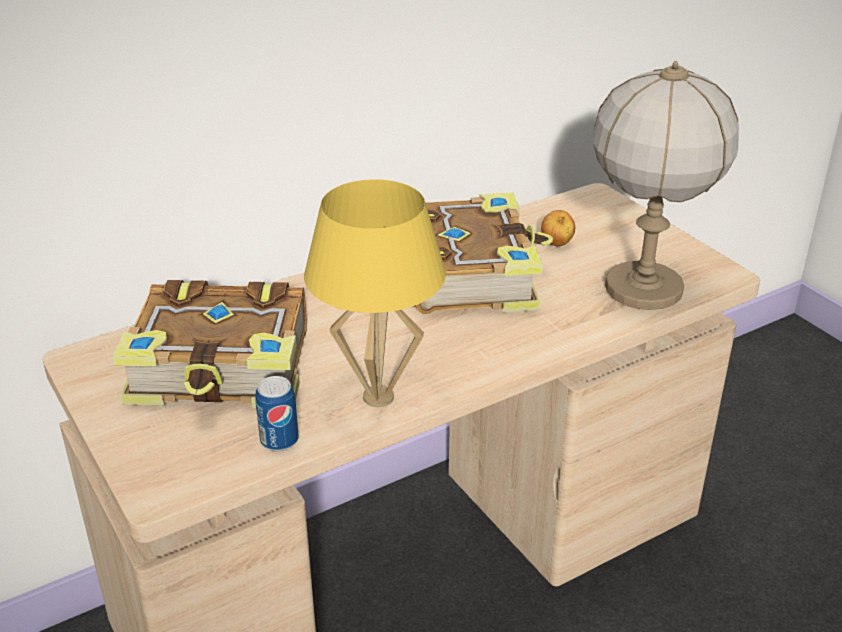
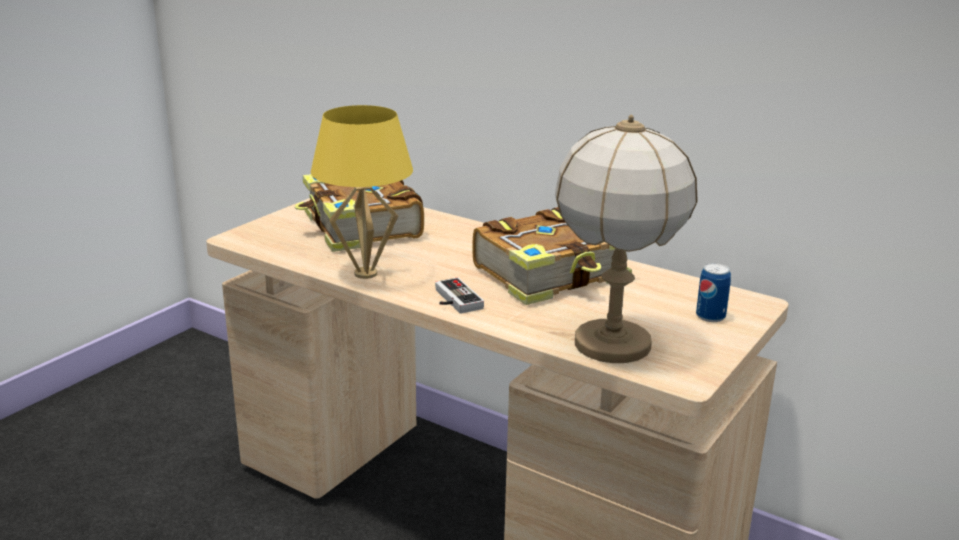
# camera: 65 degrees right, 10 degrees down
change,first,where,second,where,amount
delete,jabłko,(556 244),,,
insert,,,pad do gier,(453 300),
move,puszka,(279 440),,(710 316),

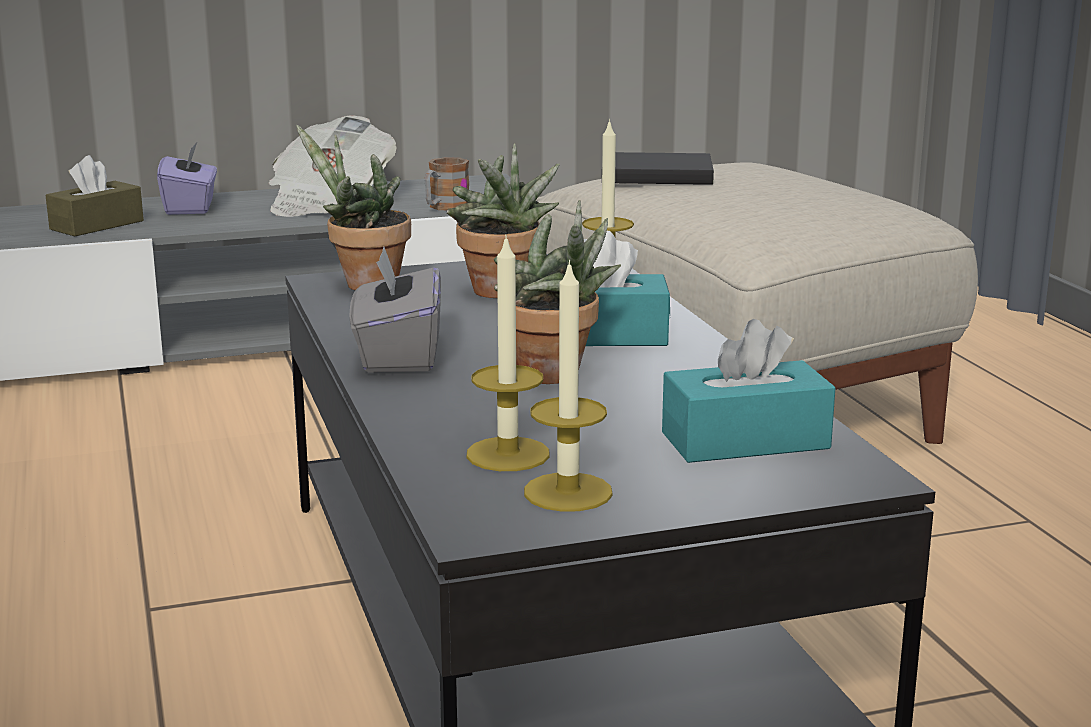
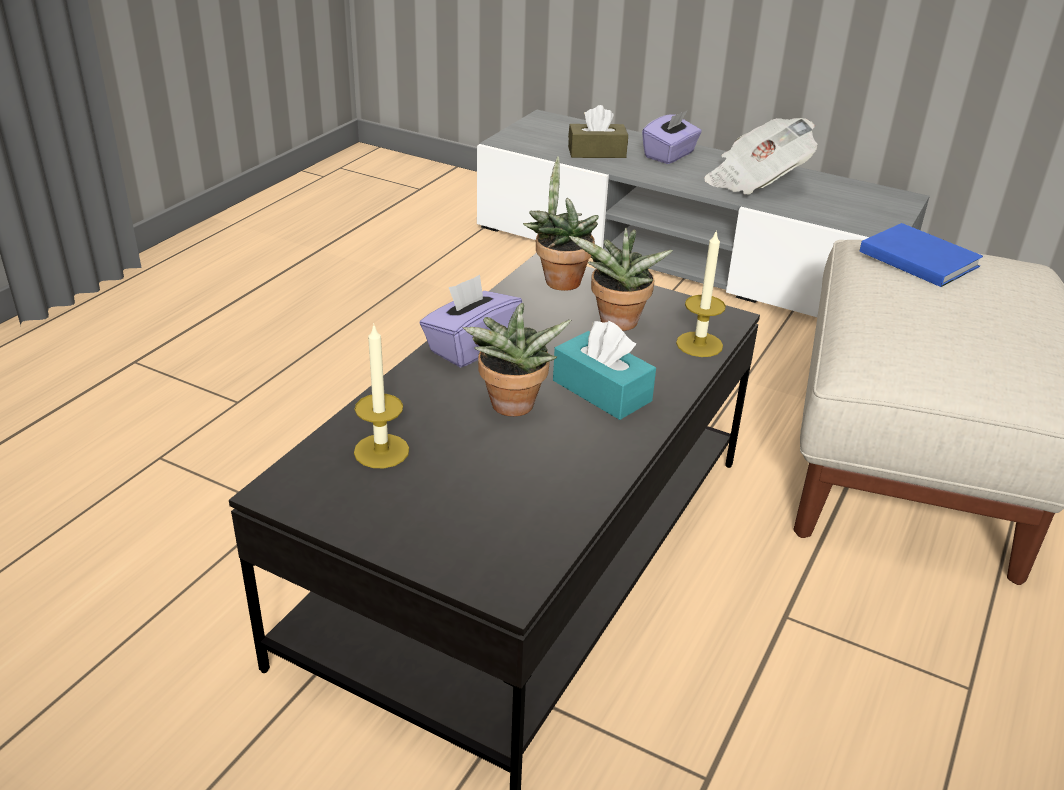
# camera: 45 degrees right, 15 degrees up
change,first,where,second,where,amount
delete,kubek,(444 207),,,
delete,świeca,(568 492),,,
delete,pudełko chusteczek (turkusowy),(745 441),,,
recolor,pudełko chusteczek (szary),(398 355),pudełko chusteczek (fioletowy),(470 347),
recolor,książka (czarny),(653 174),książka (niebieski),(917 257),

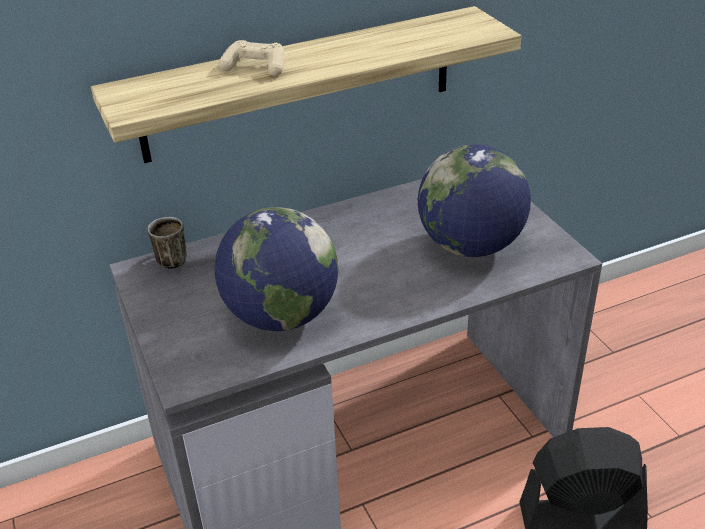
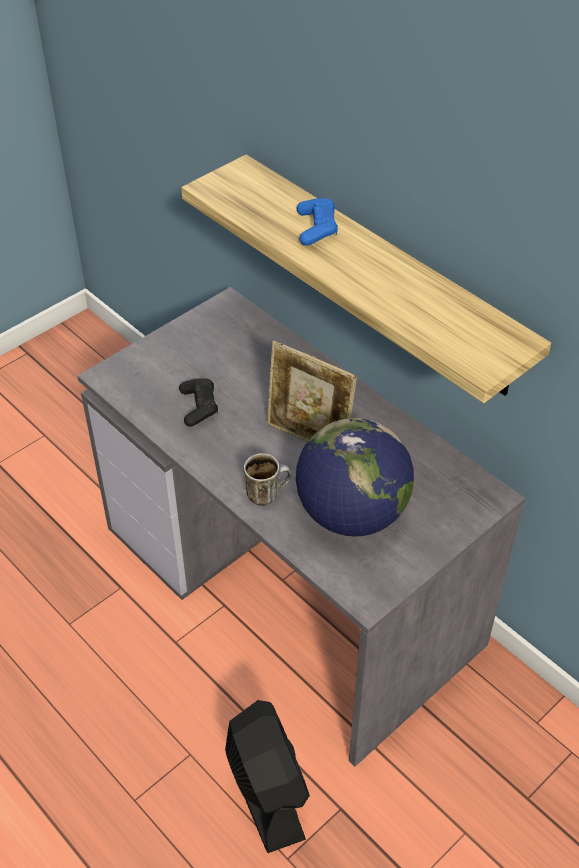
# camera: 70 degrees right, 10 degrees up
change,first,where,second,where,amount
insert,,,ramka na zdjęcie,(308 438),
move,kubek,(172 258),,(267 493),
replace,globus,(281 316),pad do gier (czarny),(199 407),
recolor,pad do gier (beżowy),(255 67),pad do gier (niebieski),(316 228),

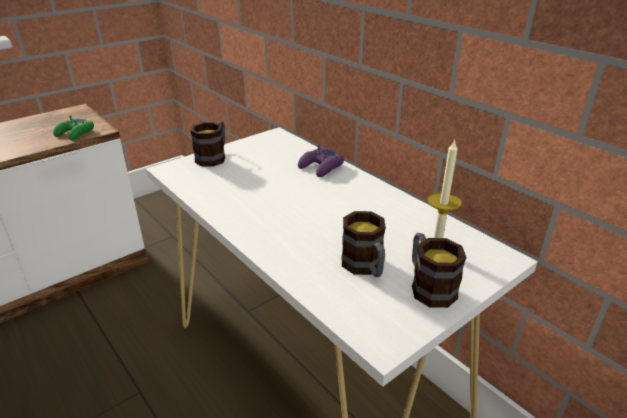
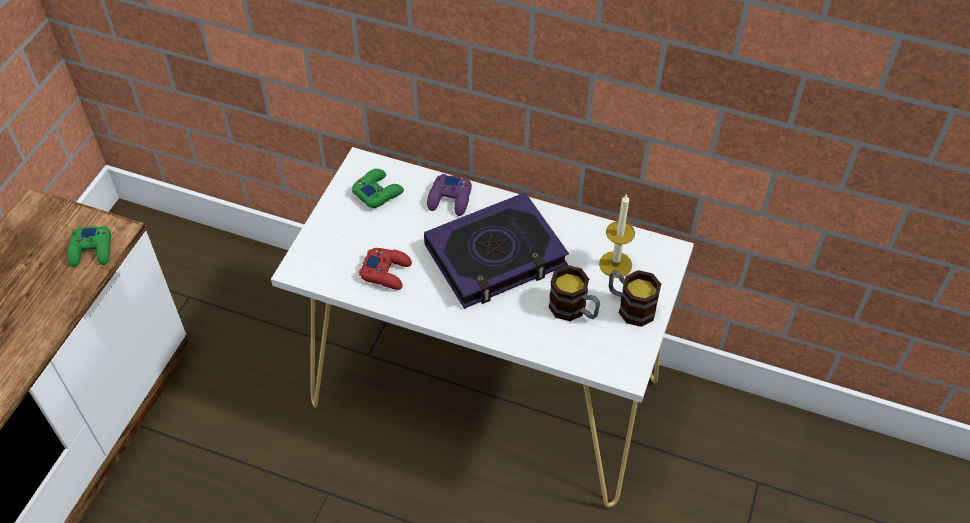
# camera: 30 degrees left, 20 degrees up
change,first,where,second,where,amount
delete,kubek,(214 157),,,
insert,,,pad do gier (zielony),(378 192),
insert,,,pad do gier (czerwony),(386 272),
insert,,,książka,(496 256),

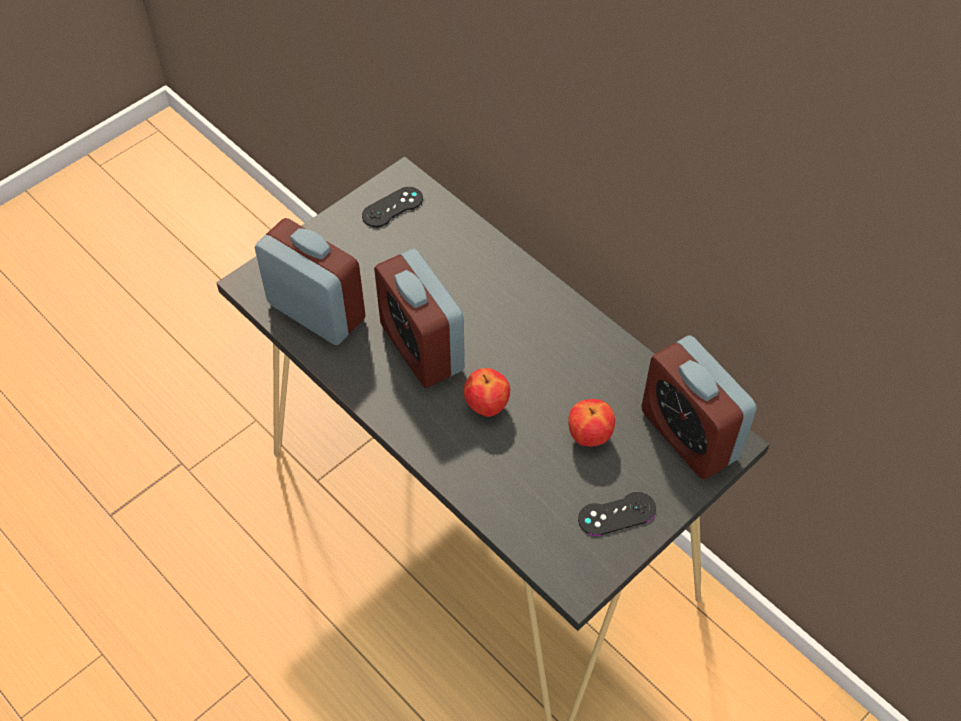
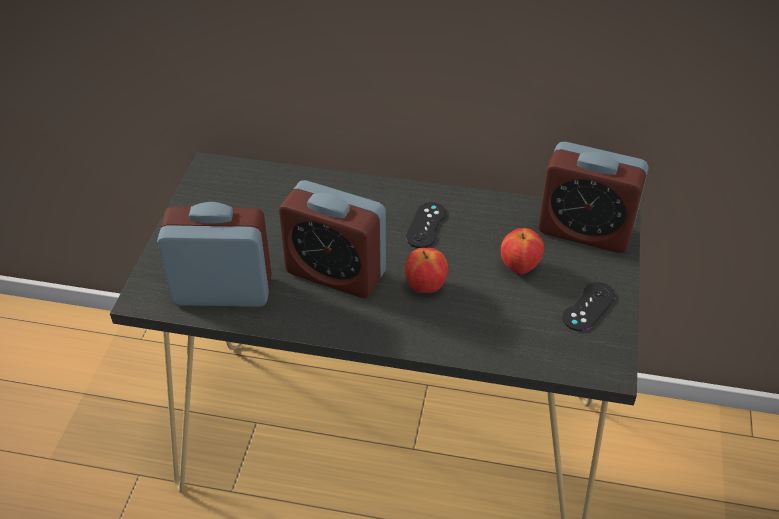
# camera: 35 degrees left, 10 degrees down
change,first,where,second,where,amount
move,pad do gier (czarny),(392 207),,(426 225),

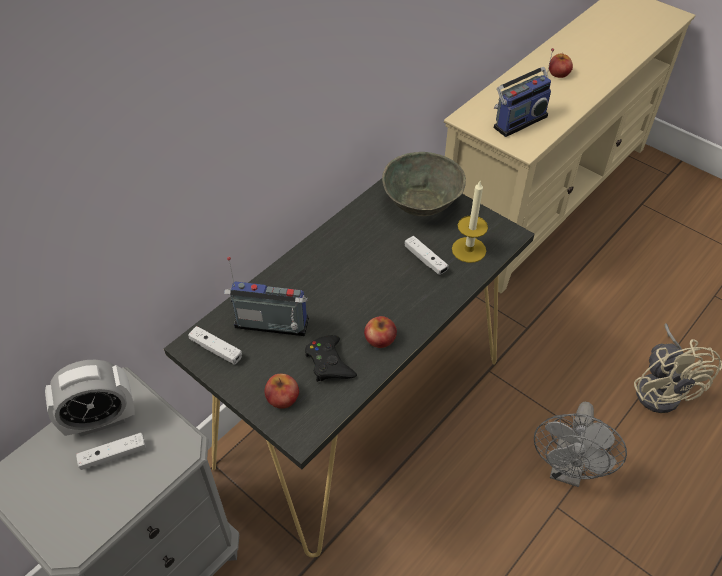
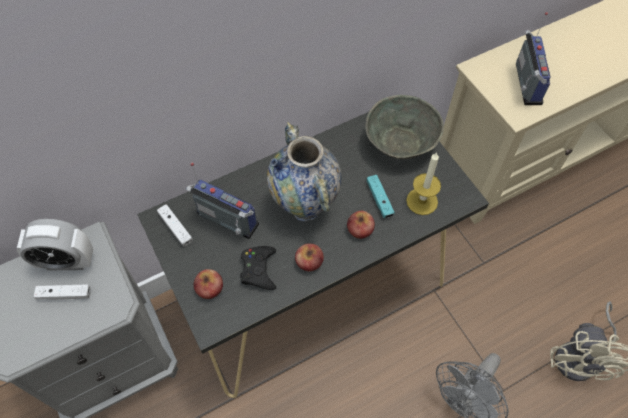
# camera: 20 degrees right, 10 degrees up
change,first,where,second,where,amount
insert,,,wazon,(305 206),
move,jabłko,(558 73),,(360 229),
recolor,pad do gier (biały),(425 260),pad do gier (turkusowy),(379 199),
rotate,radio,(518 120),,(525 84),75 degrees counterclockwise

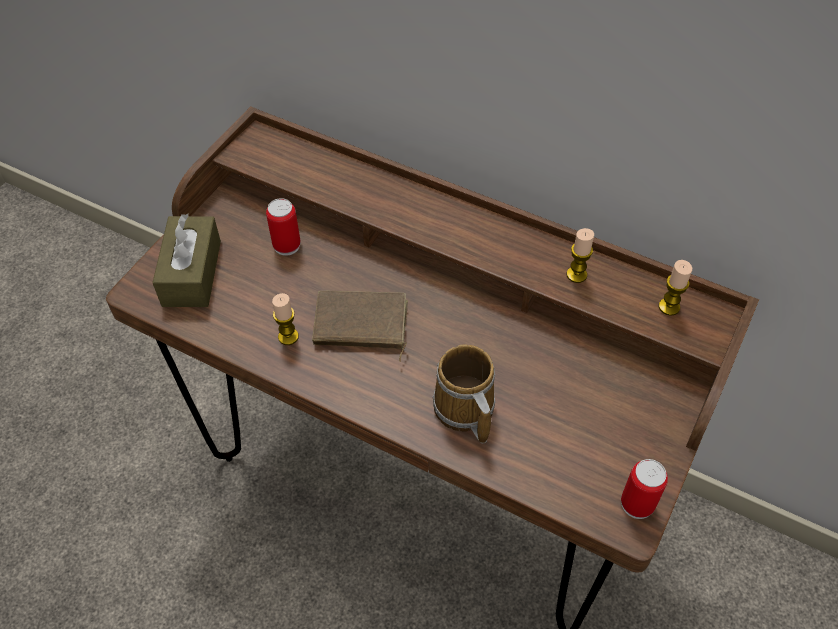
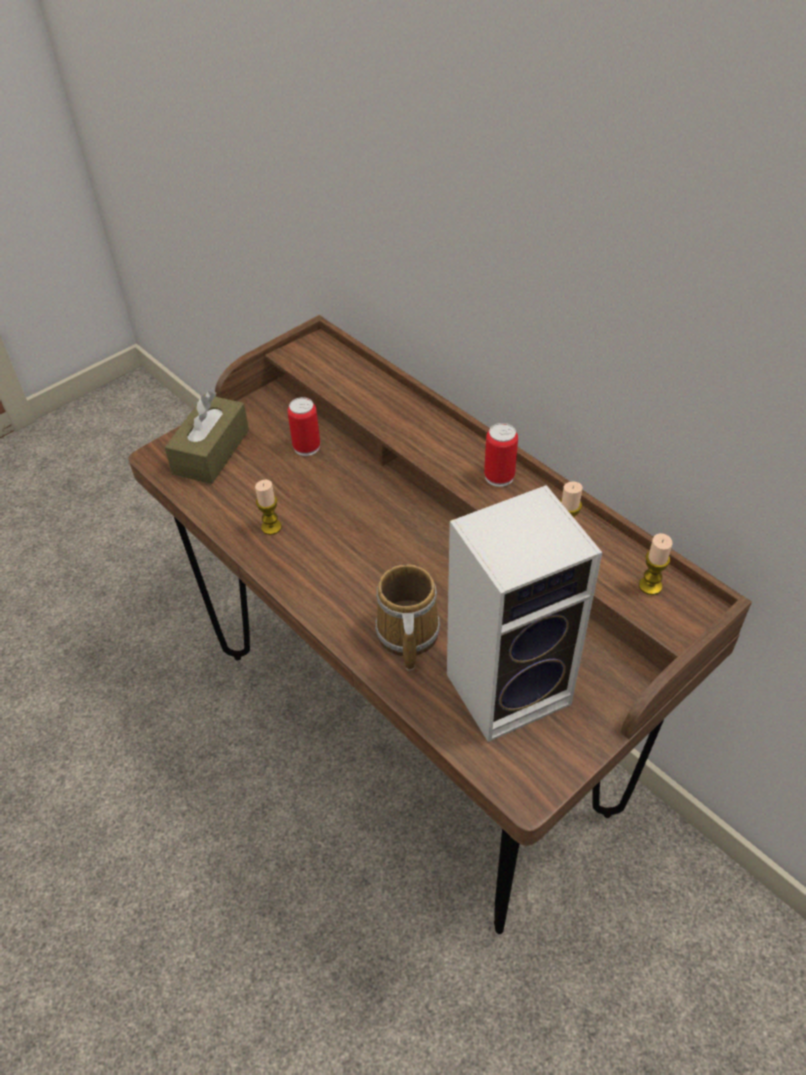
# camera: 20 degrees right, 5 degrees down
change,first,where,second,where,amount
delete,książka (brązowy),(360 326),,,
insert,,,głośnik,(511 685),
move,puszka,(637 504),,(499 476),

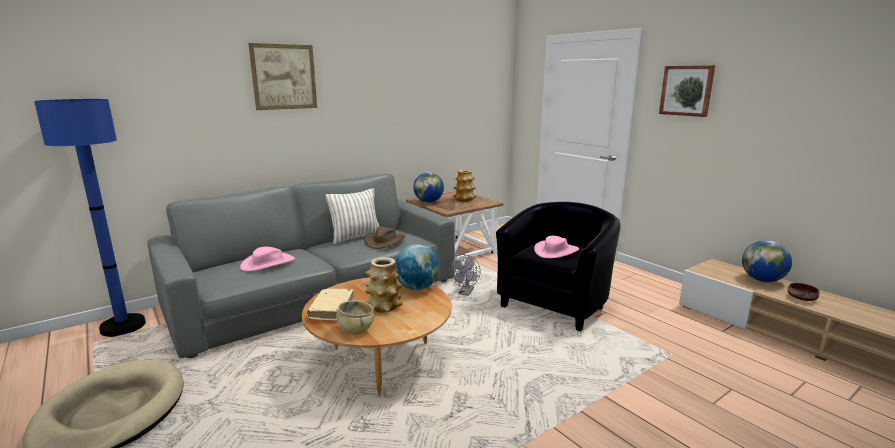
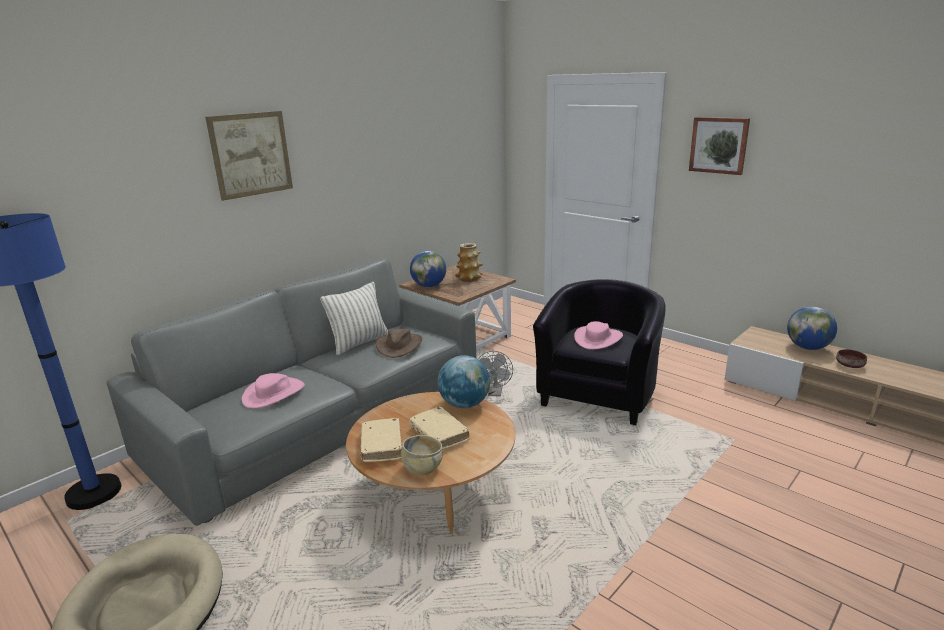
# camera: 10 degrees left, 5 degrees up
change,first,where,second,where,amount
replace,wazon,(383 306),książka (beżowy),(439 434),

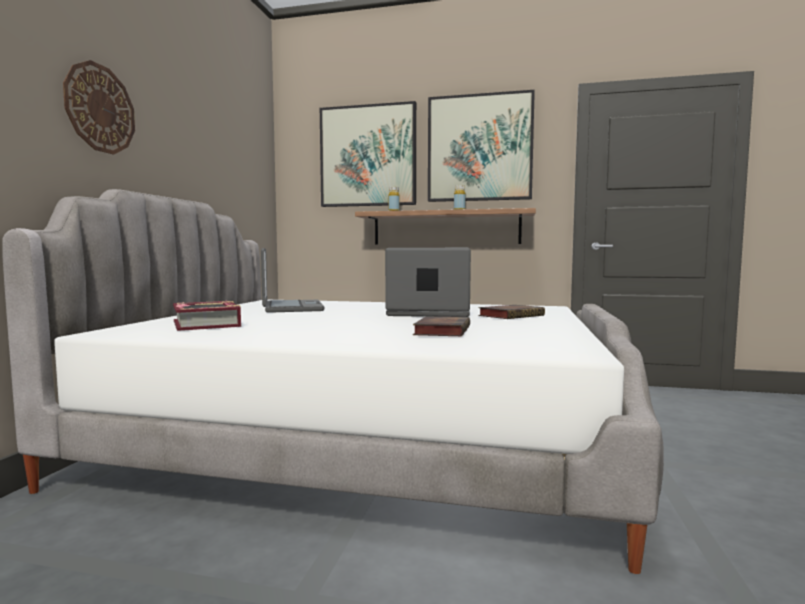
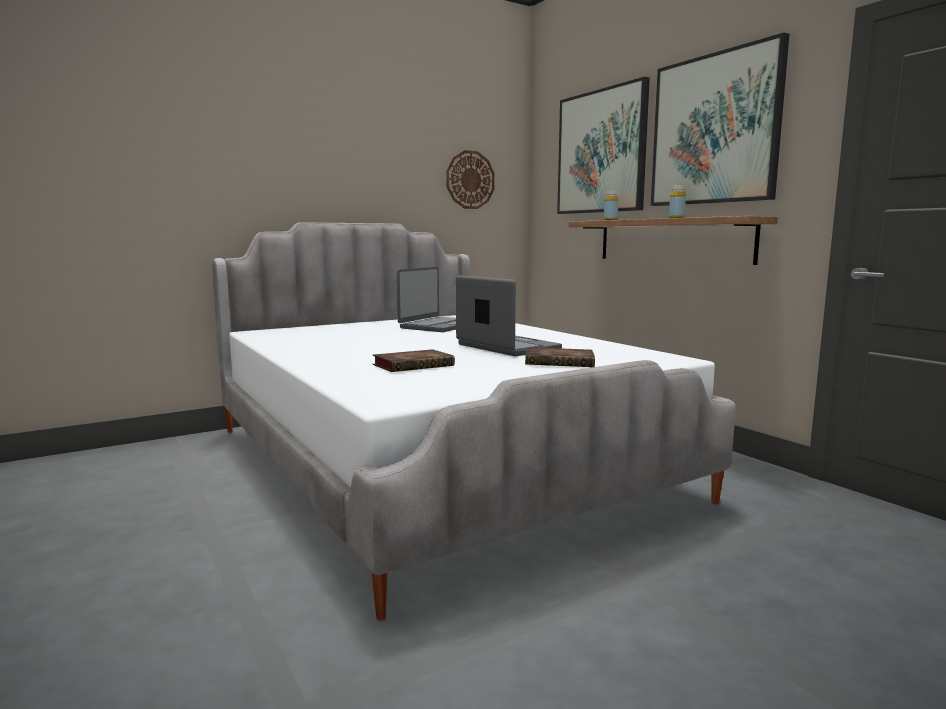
# camera: 45 degrees right, 5 degrees up
change,first,where,second,where,amount
delete,książka,(207 324),,,
move,zegar ścienny,(100 108),,(470 180),

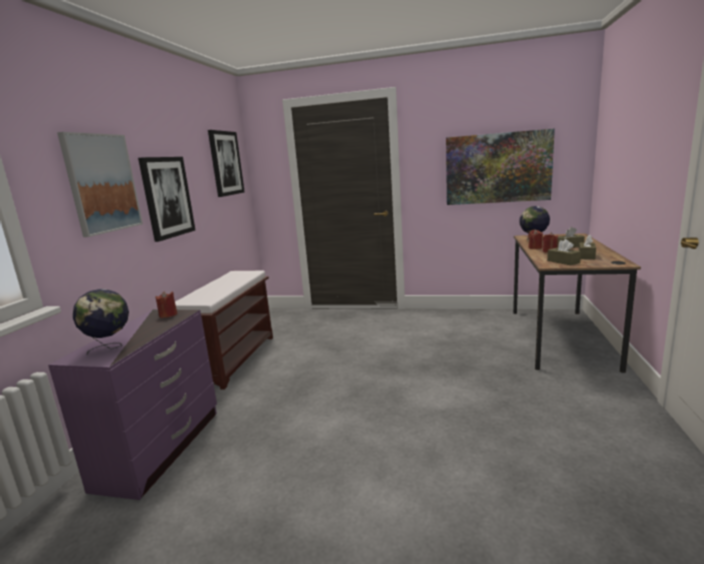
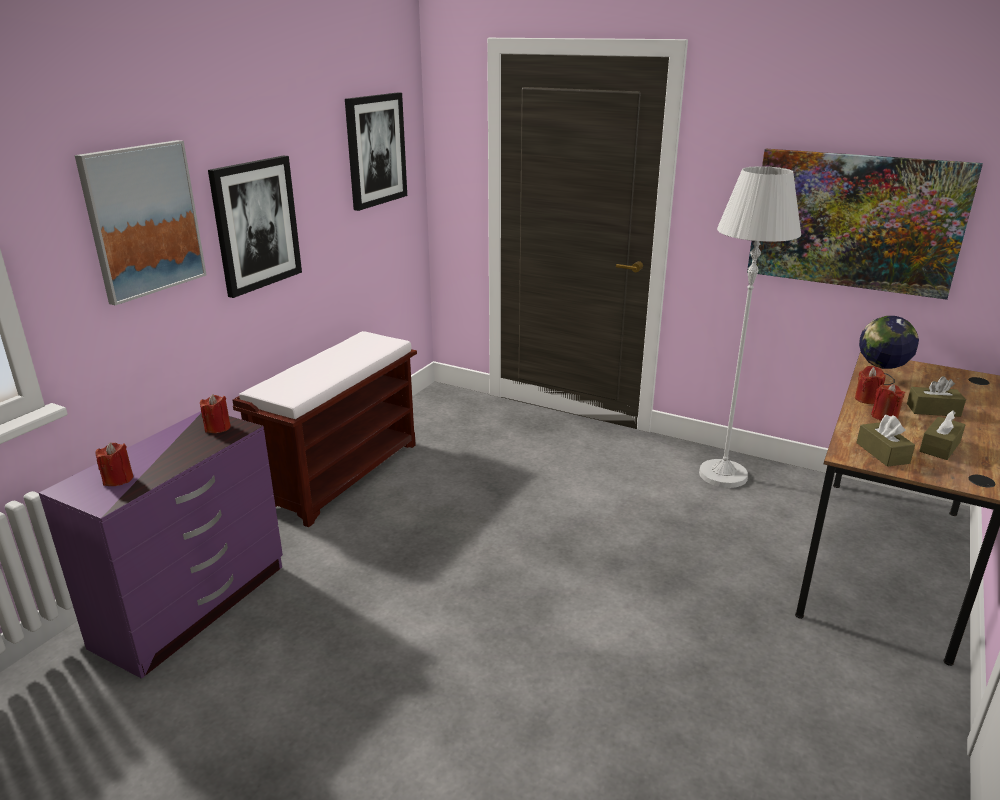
# camera: 15 degrees right, 10 degrees up
change,first,where,second,where,amount
insert,,,lampa stojąca (biały),(723 475),
replace,globus,(110 348),świeca (czerwony),(118 479),

